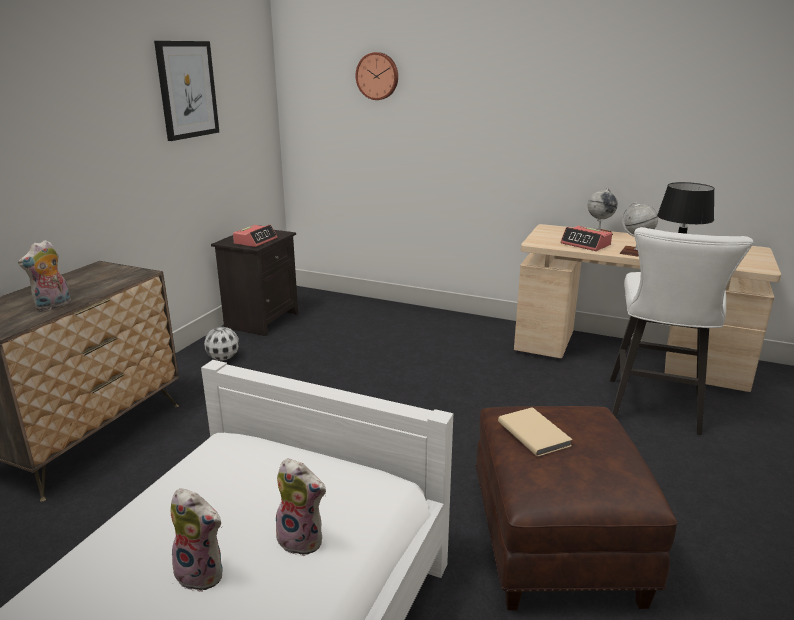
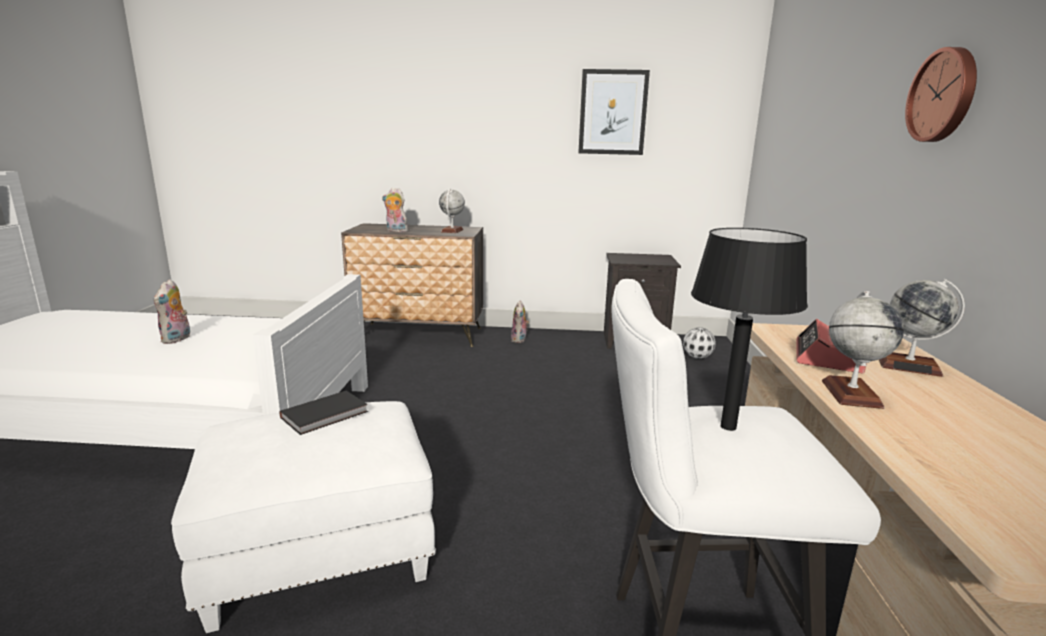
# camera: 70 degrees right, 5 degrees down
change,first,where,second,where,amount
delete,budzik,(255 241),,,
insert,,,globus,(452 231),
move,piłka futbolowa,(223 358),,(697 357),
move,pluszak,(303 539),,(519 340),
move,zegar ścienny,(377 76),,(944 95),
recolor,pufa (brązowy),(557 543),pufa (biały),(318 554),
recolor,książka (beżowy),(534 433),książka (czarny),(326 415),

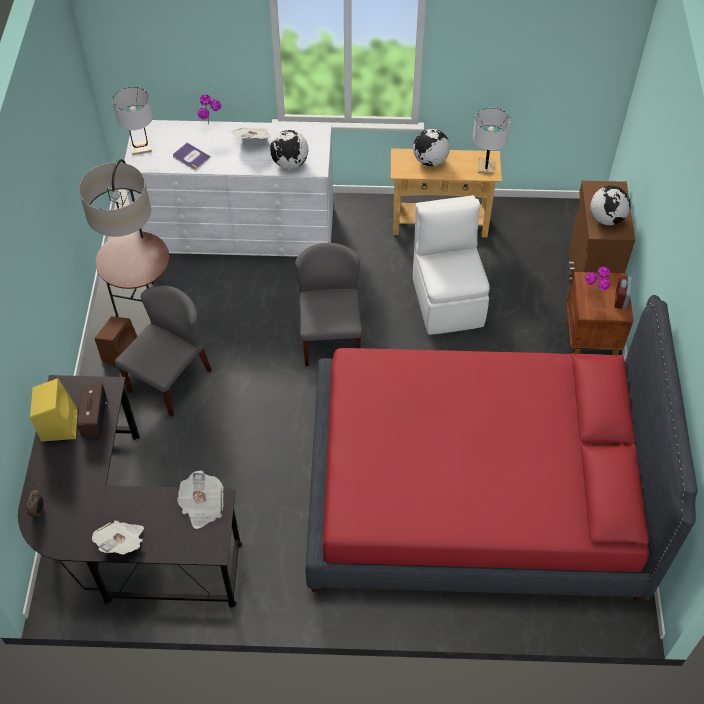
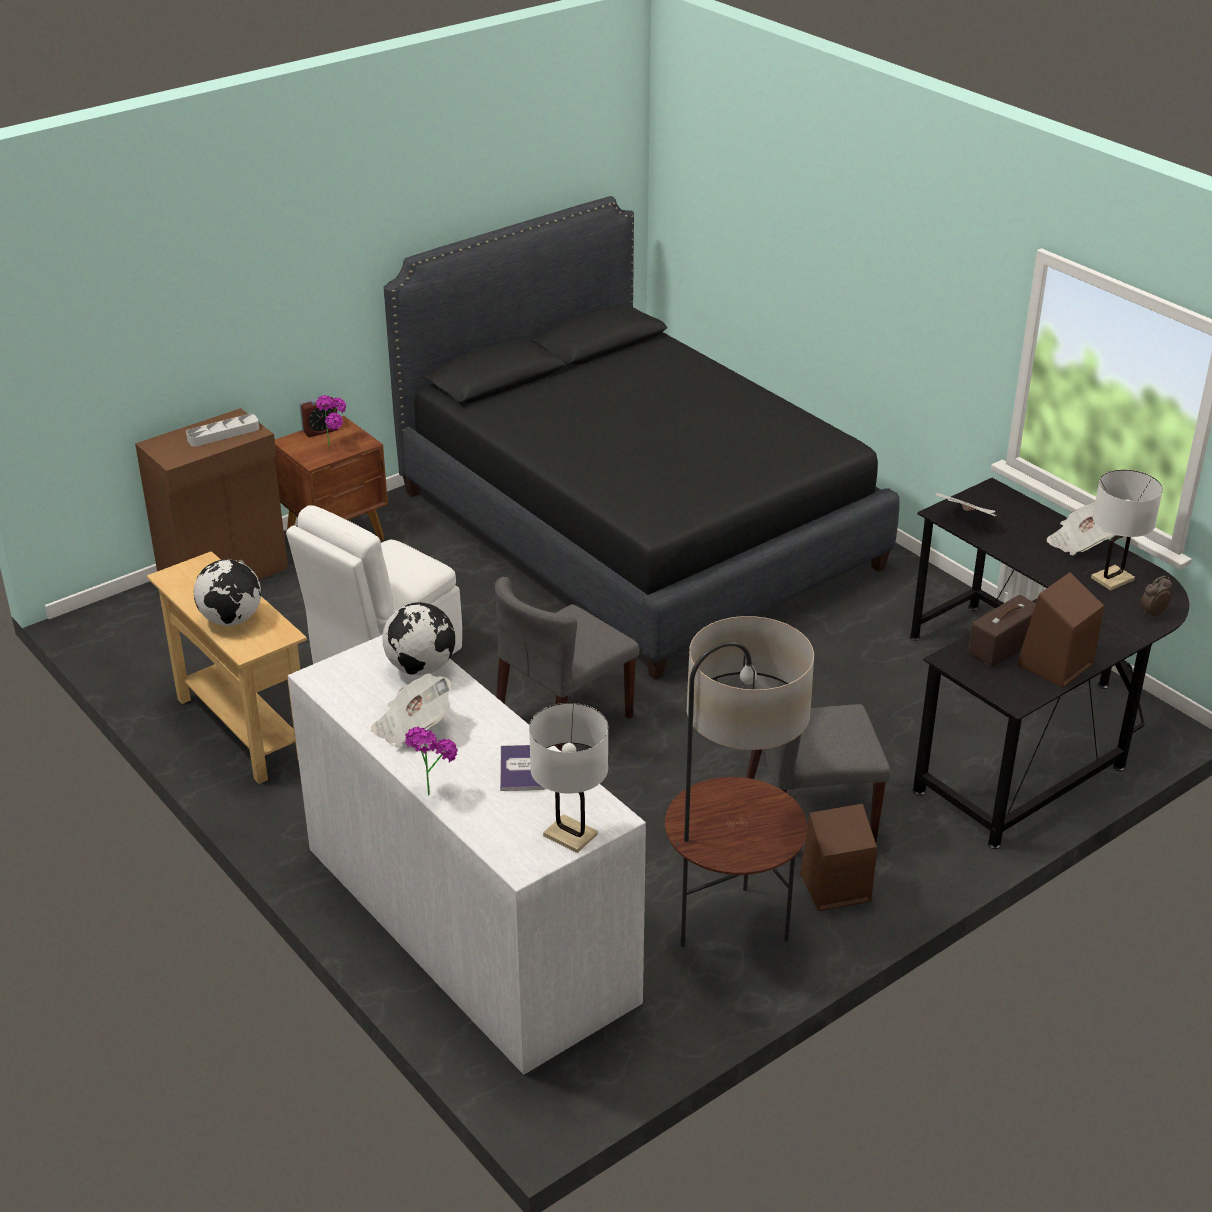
# camera: 130 degrees left, 20 degrees down
change,first,where,second,where,amount
move,lampa stołowa (biały),(486 166),,(1112 579),
replace,globus,(606 218),taca (szary),(223 434),
recolor,głośnik (żółty),(59 424),głośnik (brązowy),(1054 665),
recolor,łóżko (czerwony),(475 493),łóżko (czarny),(637 528),

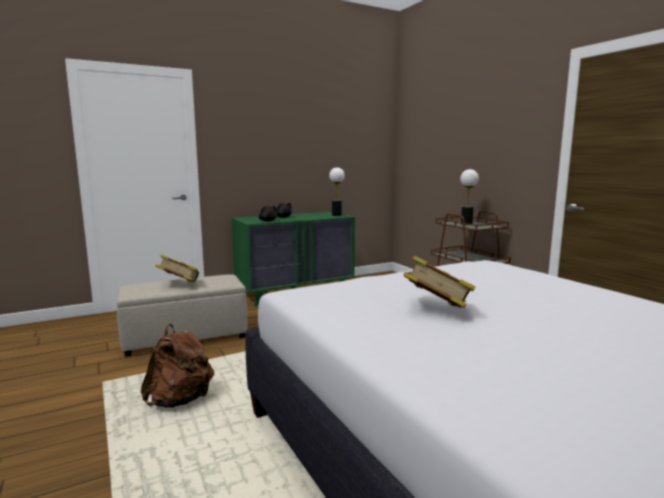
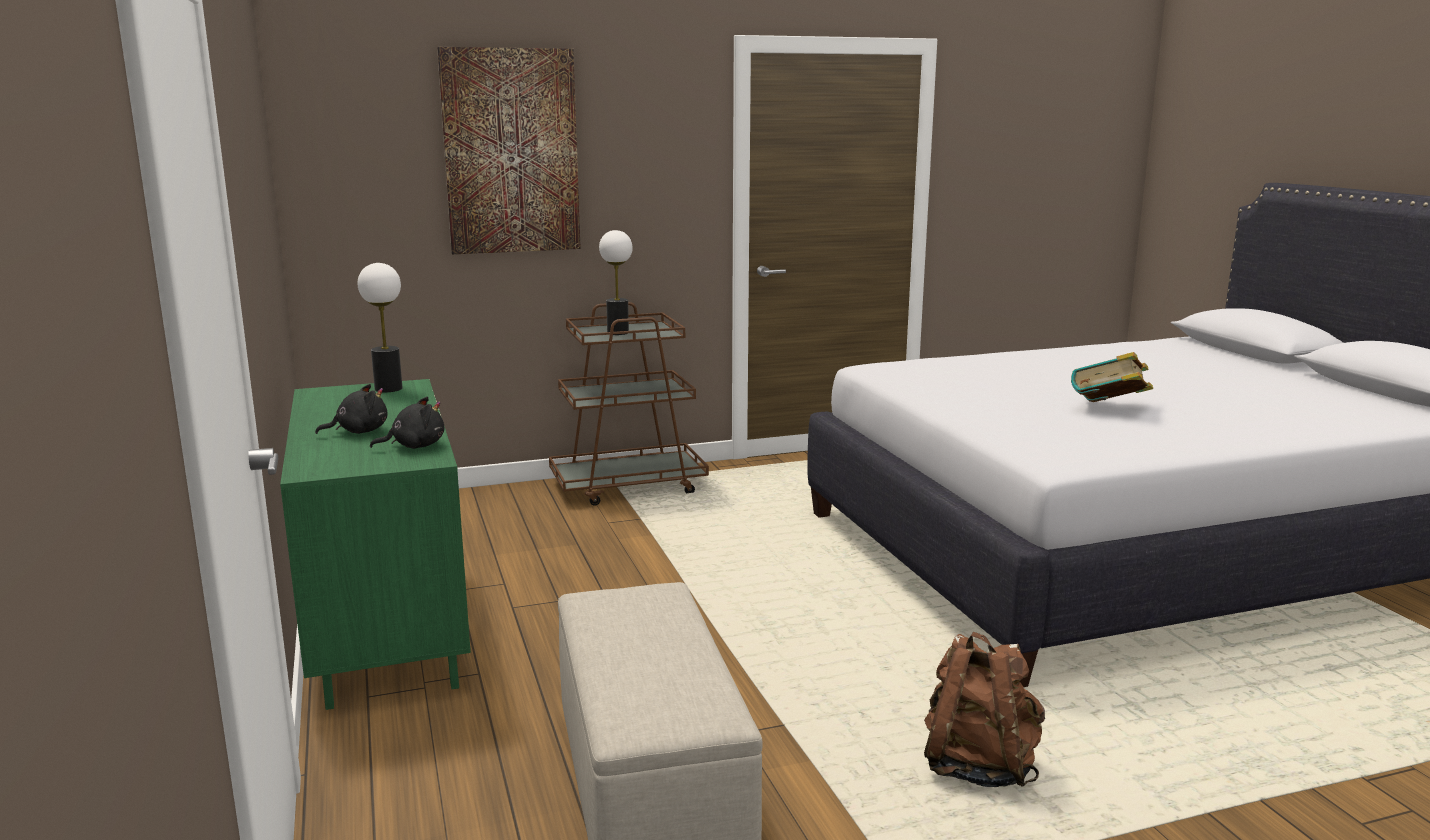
# camera: 80 degrees left, 5 degrees up
change,first,where,second,where,amount
delete,książka,(179 285),,,
insert,,,obraz,(511 152),

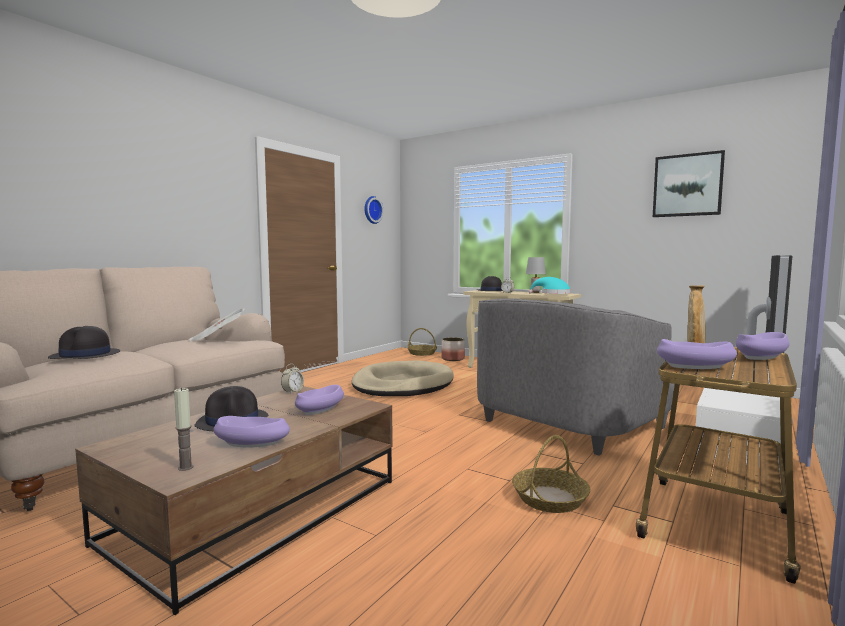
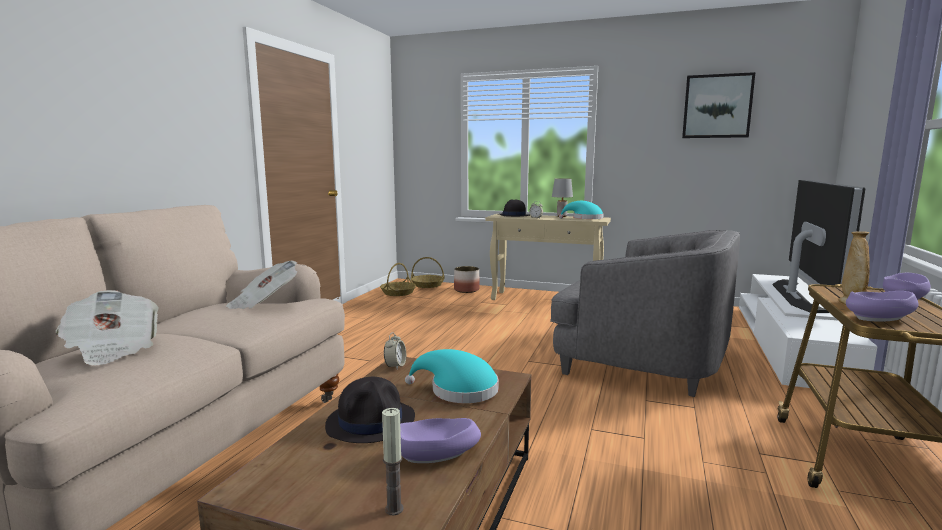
# camera: 15 degrees left, 5 degrees up
change,first,where,second,where,amount
delete,legowisko (beżowy),(403 384),,,
delete,zegar ścienny,(371 210),,,
move,koszyk,(550 499),,(398 293),
replace,kapelusz (czarny),(85 355),gazeta,(113 349),
replace,miska (fioletowy),(320 409),kapelusz (turkusowy),(458 390),
rotate,fotel (szary),(568 422),,(642 359),90 degrees counterclockwise

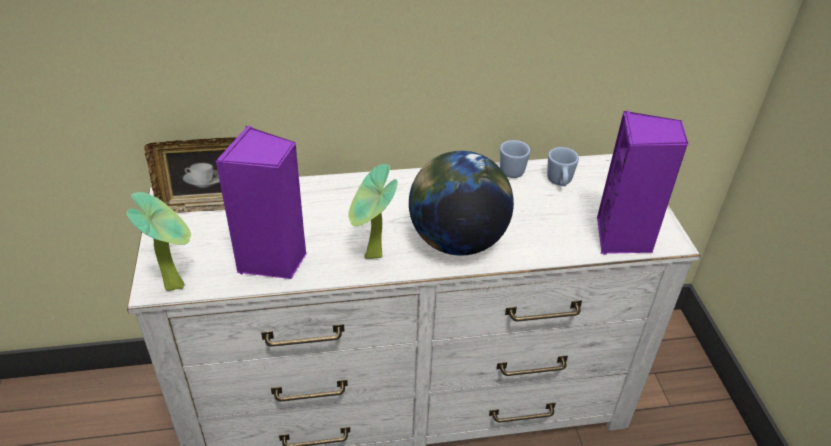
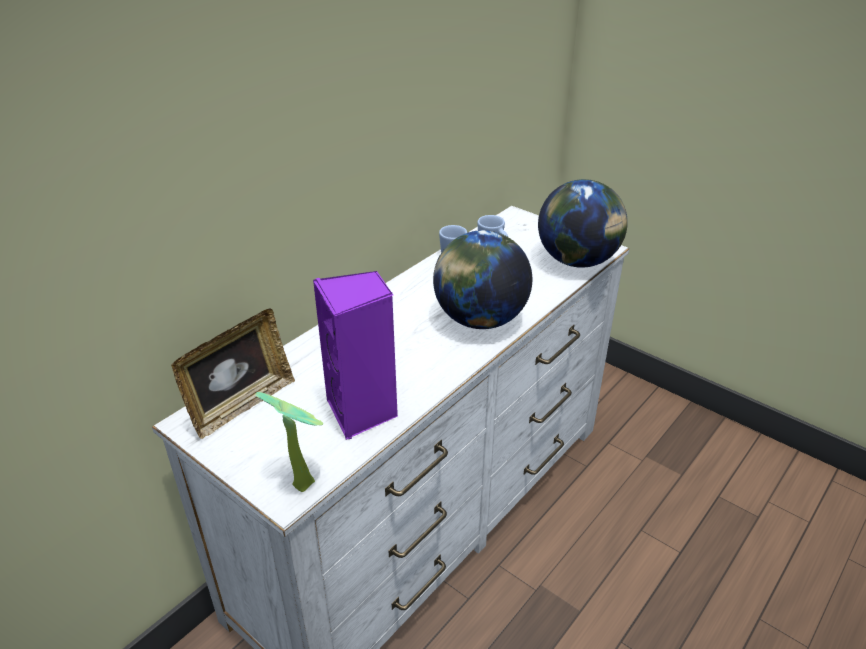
# camera: 40 degrees left, 5 degrees down
change,first,where,second,where,amount
delete,roślina doniczkowa,(372 258),,,
replace,głośnik (fioletowy),(623 238),globus,(577 261),

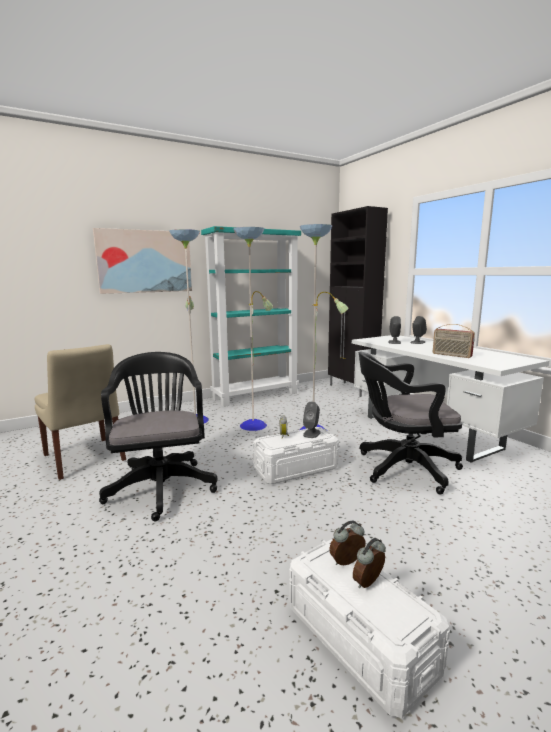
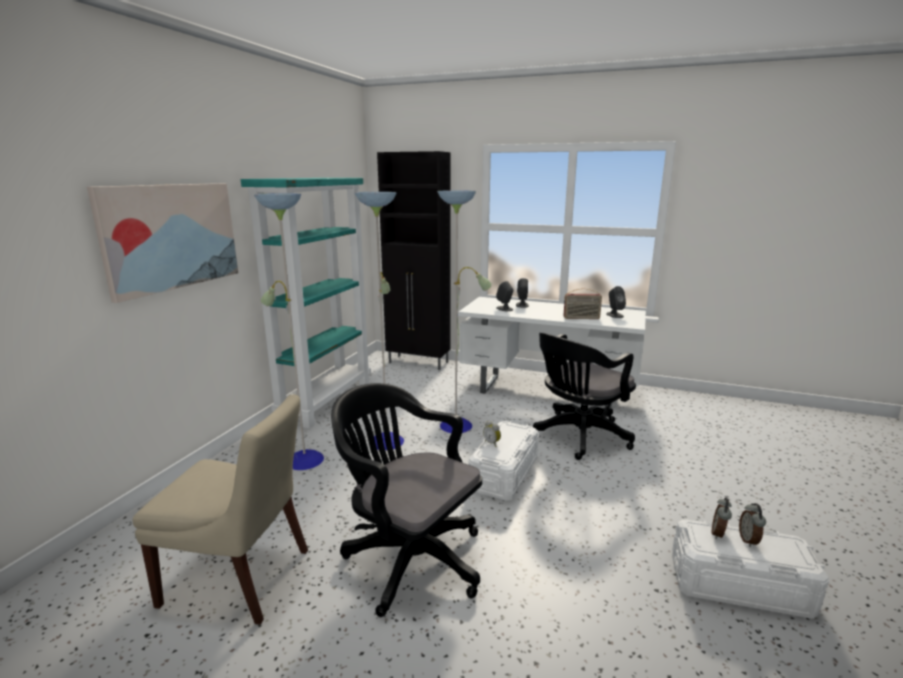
# camera: 40 degrees left, 5 degrees up
change,first,where,second,where,amount
move,głośnik (szary),(311 433),,(614 315),

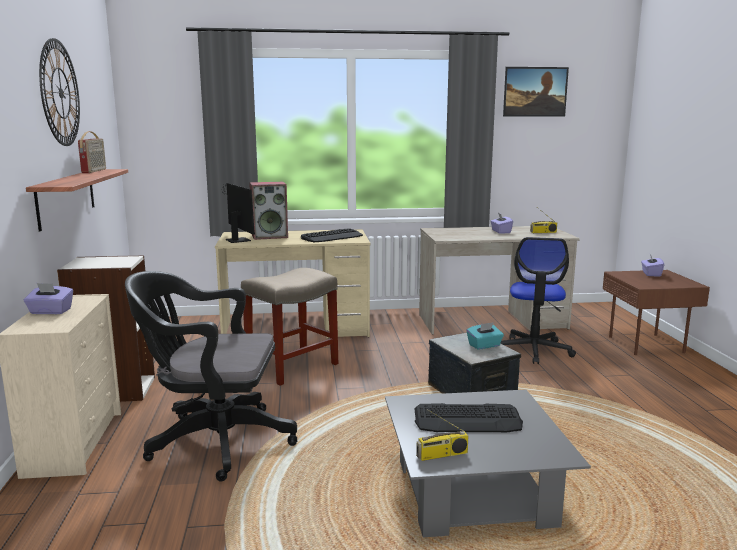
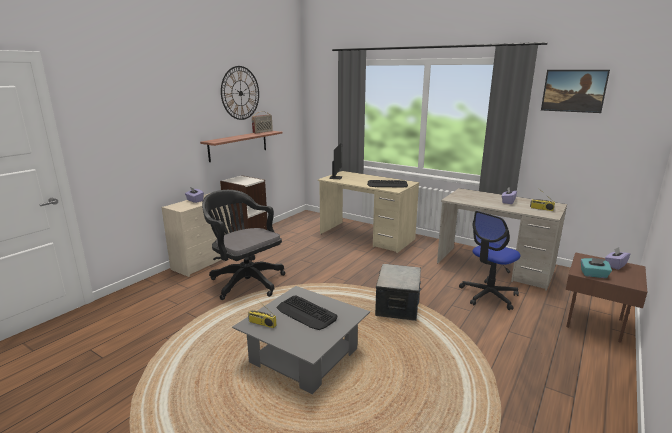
# camera: 40 degrees right, 5 degrees up
change,first,where,second,where,amount
delete,stołek (beżowy),(291 367),,,
delete,głośnik,(270 236),,,
move,pudełko chusteczek (turkusowy),(484 345),,(594 275),

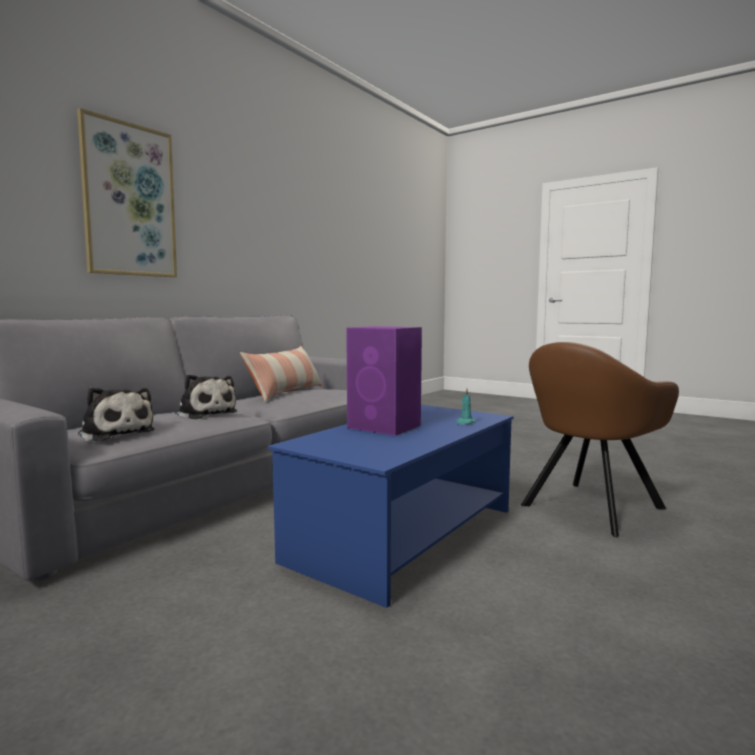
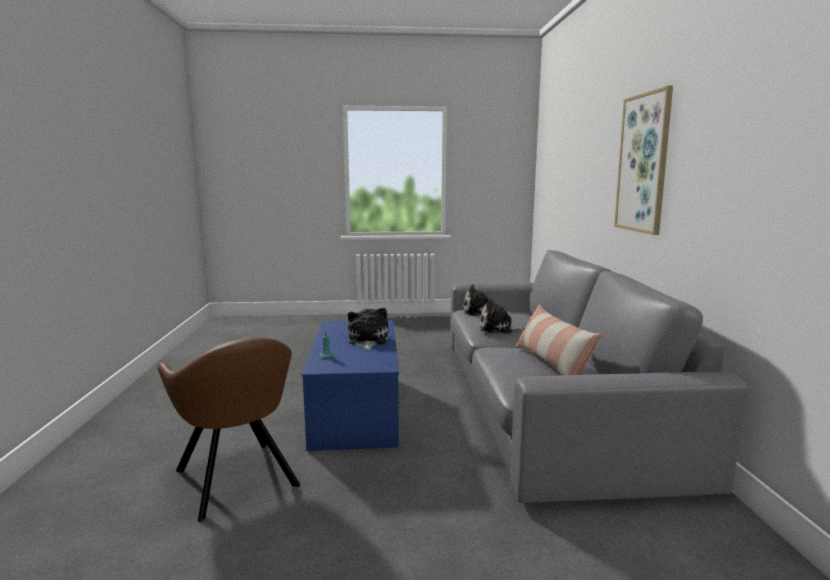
# camera: 140 degrees right, 5 degrees up
change,first,where,second,where,amount
replace,głośnik (fioletowy),(385 427),pluszak,(367 340),
rotate,fotel (brązowy),(589 508),,(238 480),135 degrees clockwise

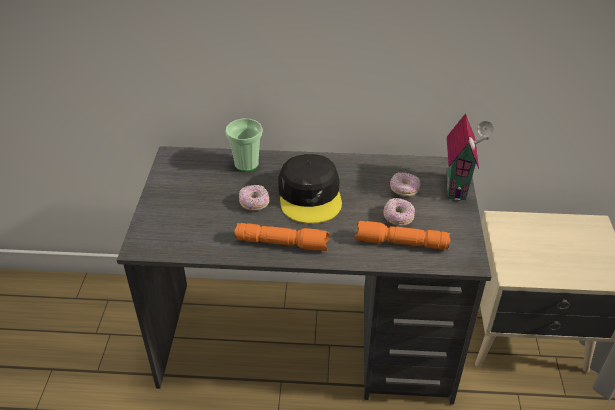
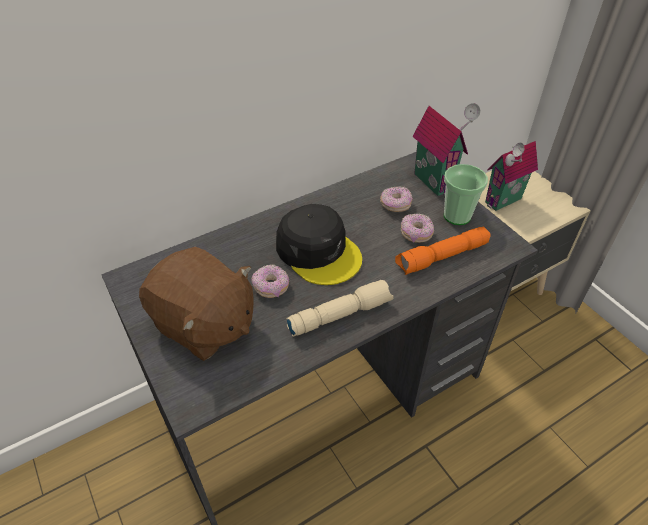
# camera: 35 degrees left, 5 degrees up
change,first,where,second,where,amount
insert,,,pluszak (brązowy),(204 325),
insert,,,domek,(504 202),
move,filiżanka,(246 164),,(457 216),
recolor,latarka (pomarańczowy),(283 243),latarka (beżowy),(340 314),

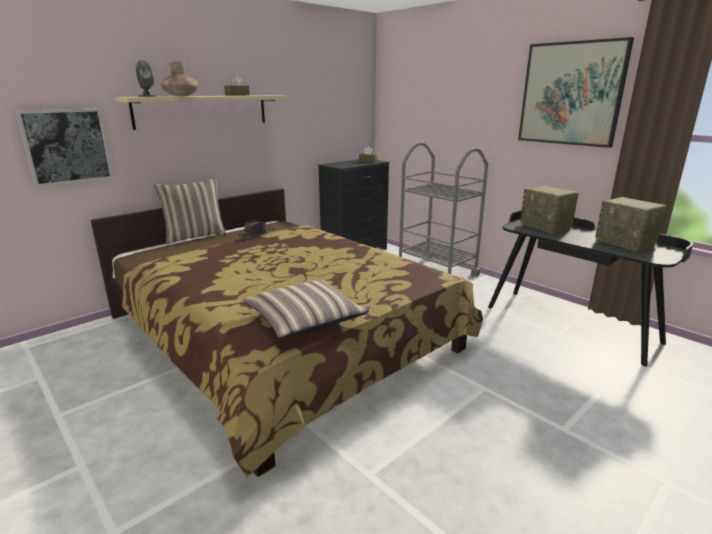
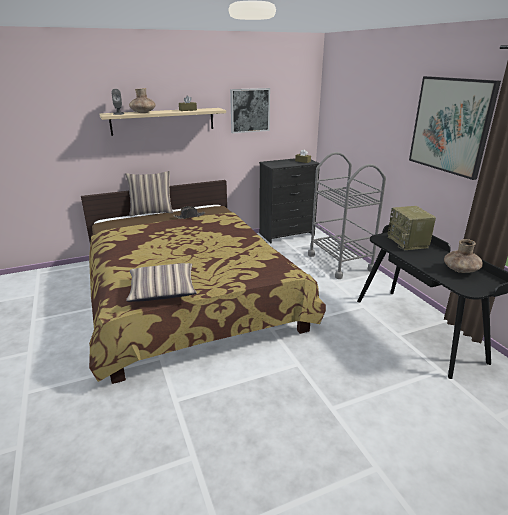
# camera: 20 degrees right, 5 degrees up
change,first,where,second,where,amount
move,obraz,(67 146),,(250 110),
replace,radio,(626 243),wazon (brązowy),(460 270),

